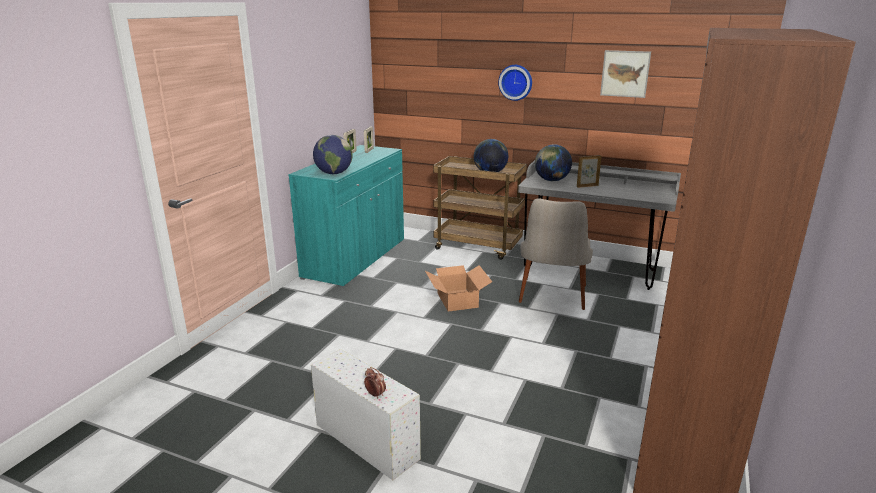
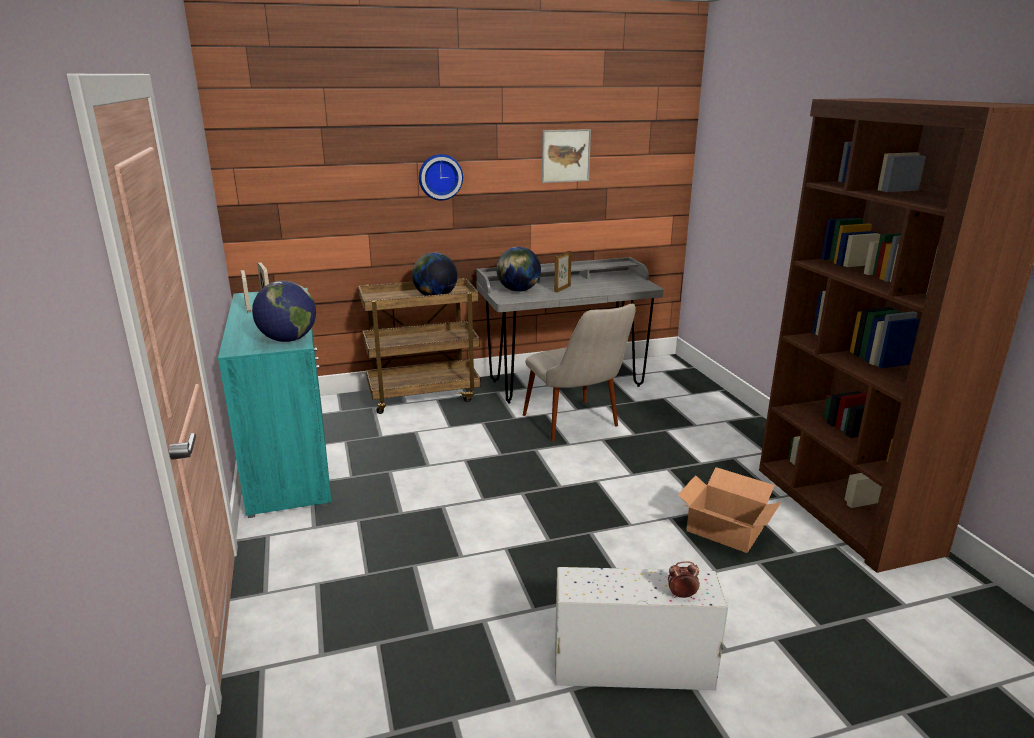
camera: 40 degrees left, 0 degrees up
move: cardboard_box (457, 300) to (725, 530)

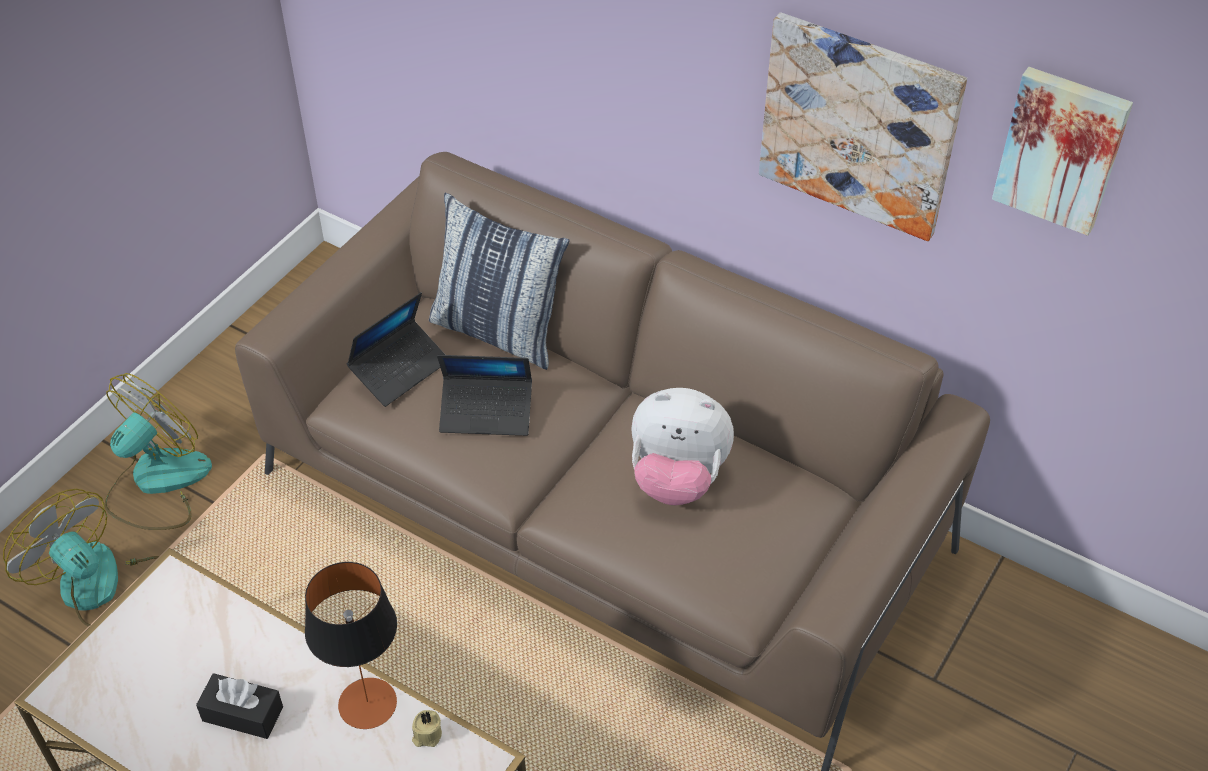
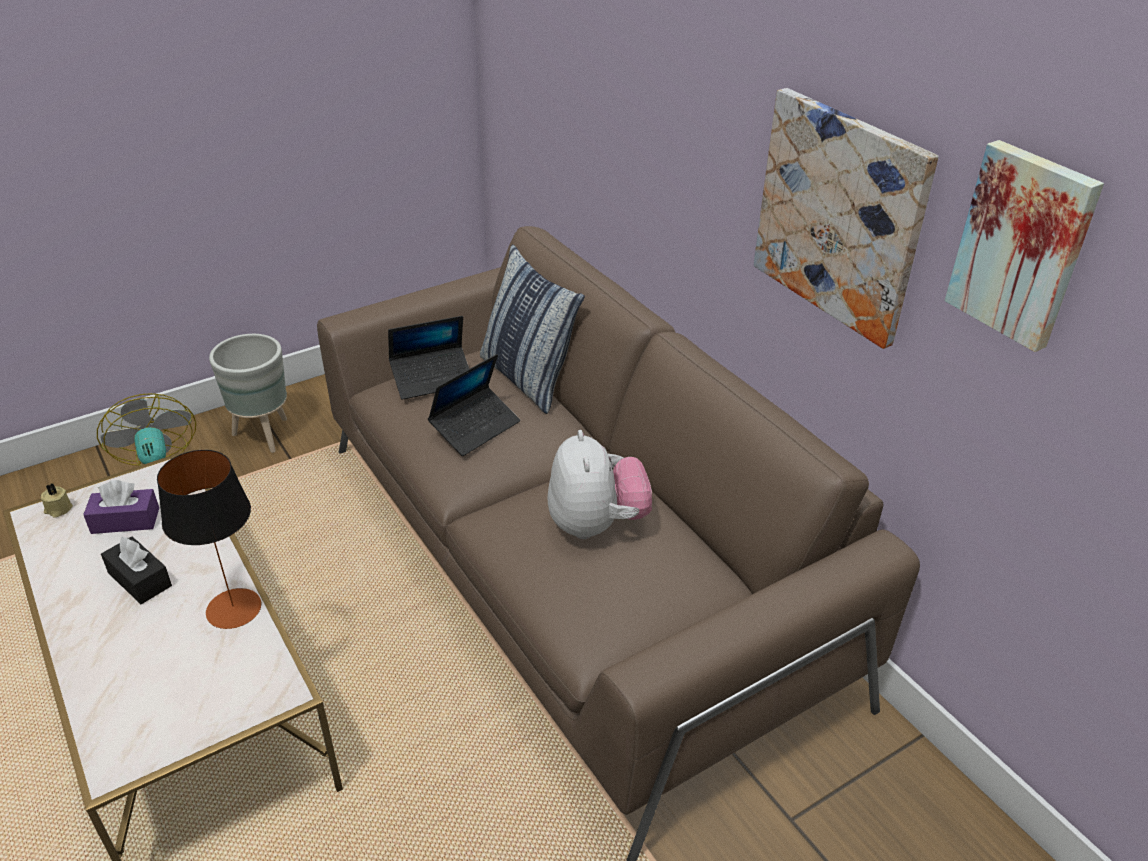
camera: 25 degrees right, 10 degrees down
insert: purple_tissue_box (125, 521)
move: beige_candle (427, 735) to (58, 509)
replace: fan (157, 483) to grey_planter (263, 434)
rotate: laptop (486, 413) = (475, 427) 75 degrees counterclockwise; plush_toy (677, 479) = (596, 524) 135 degrees counterclockwise

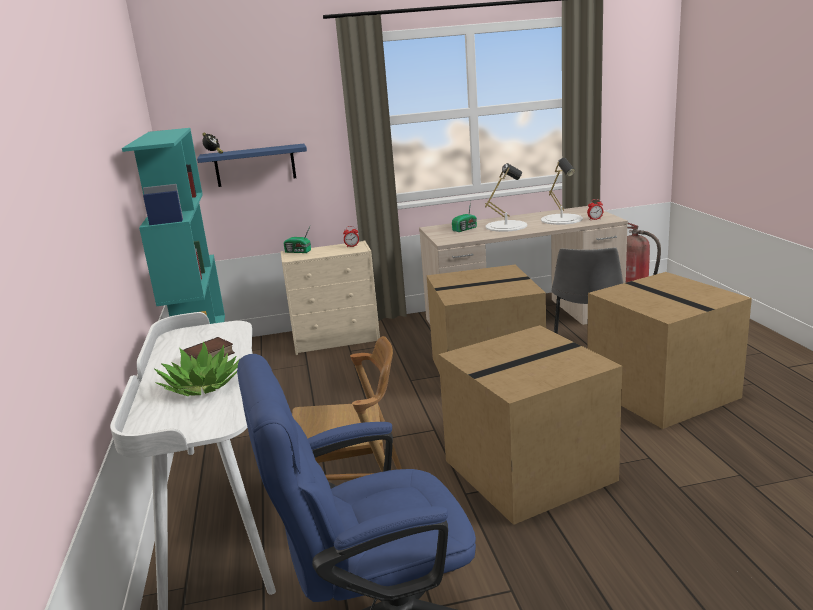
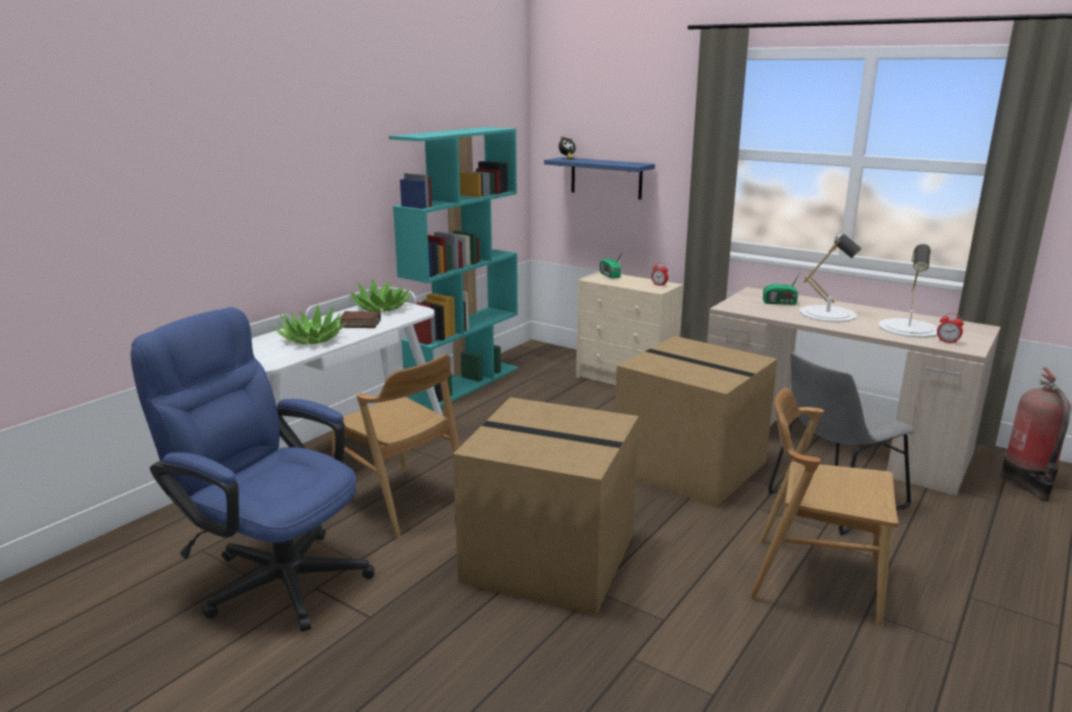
camera: 45 degrees right, 0 degrees up
insert: potted_plant (381, 308)
replace: cardboard_box (659, 391) to brown_chair (815, 579)

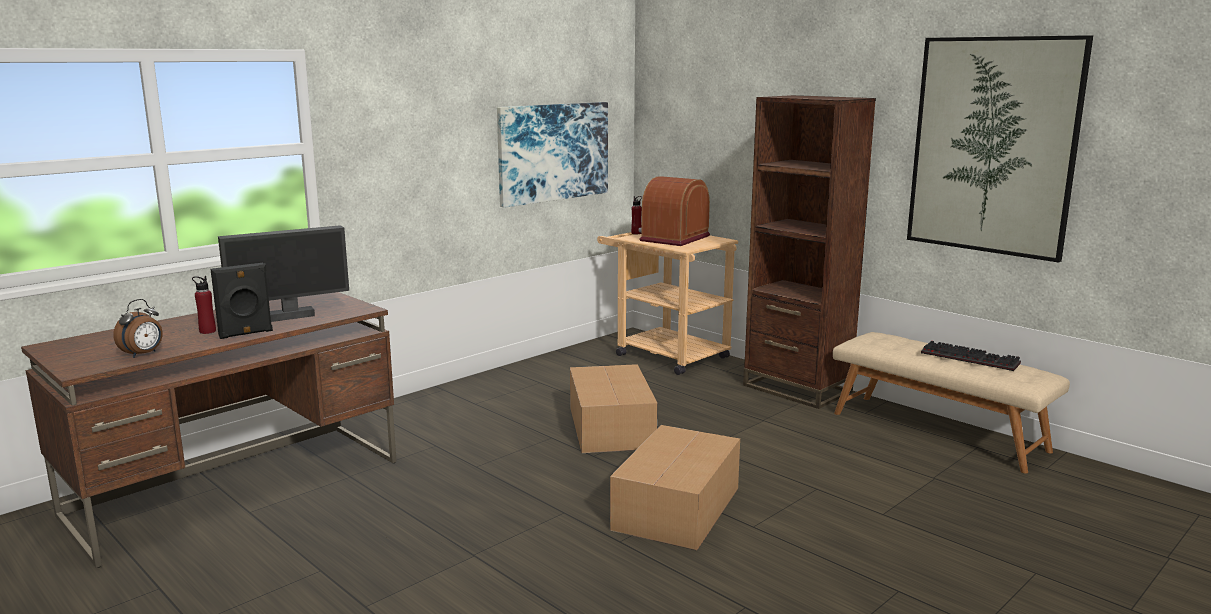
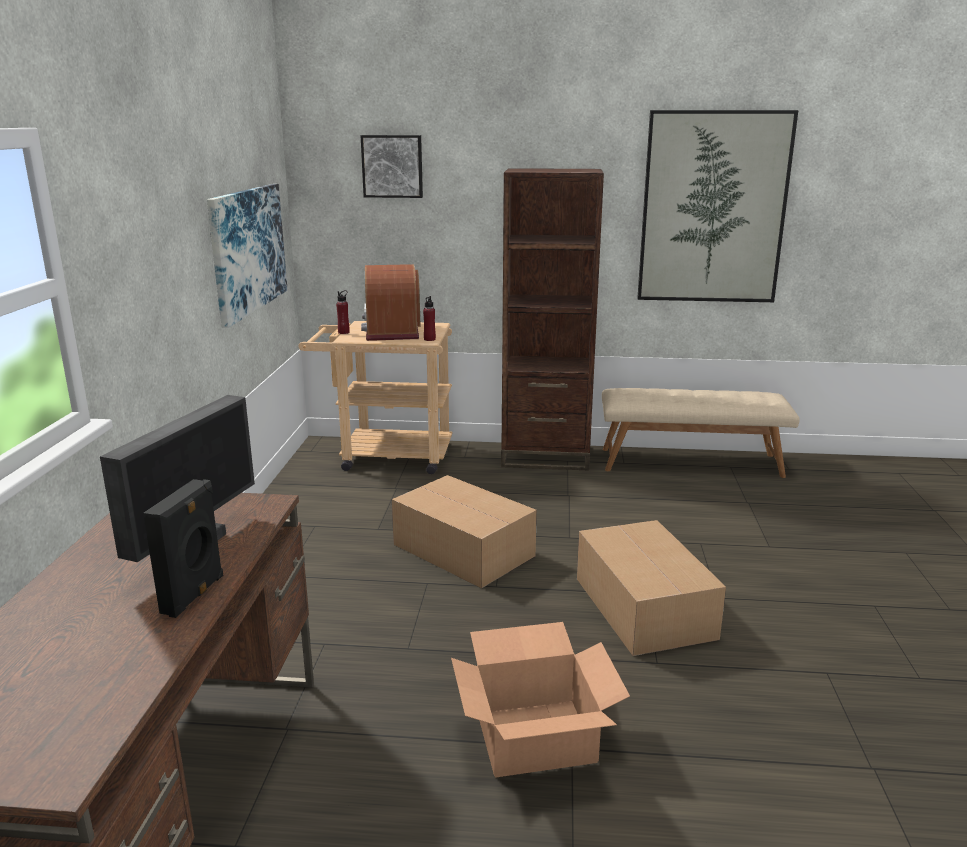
camera: 40 degrees left, 5 degrees up
delete: alarm_clock (143, 354); keyboard (971, 358)
insert: picture (392, 166); cardboard_box (534, 736)
move: red_bottle (207, 331) to (429, 339)

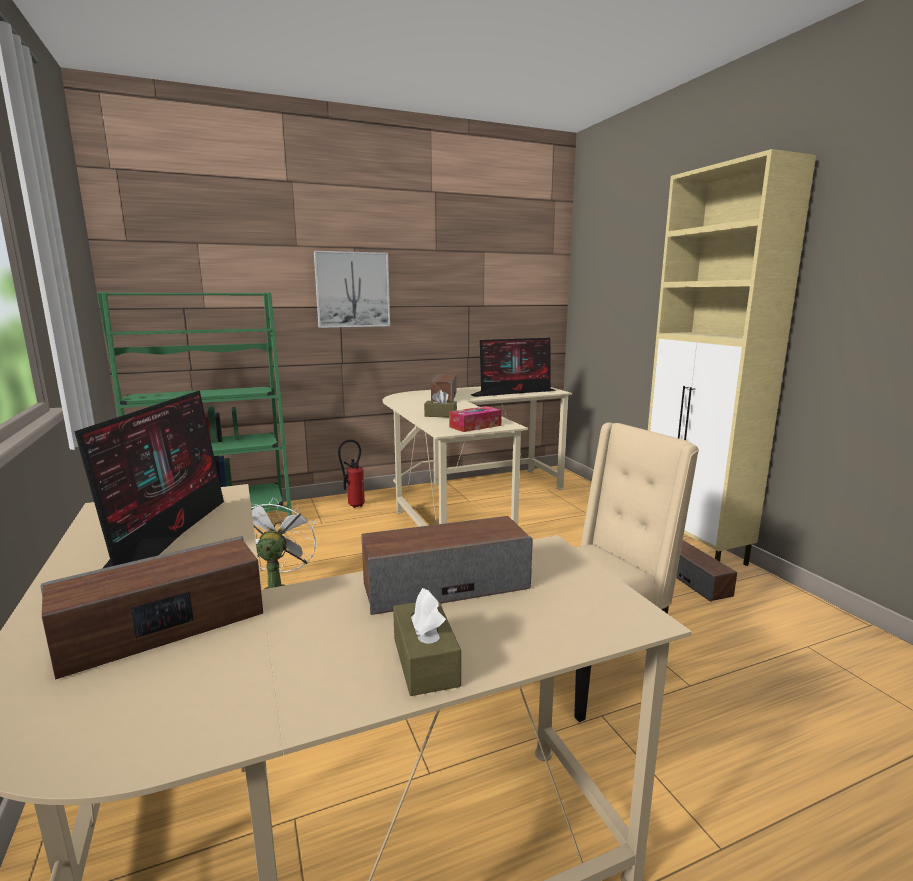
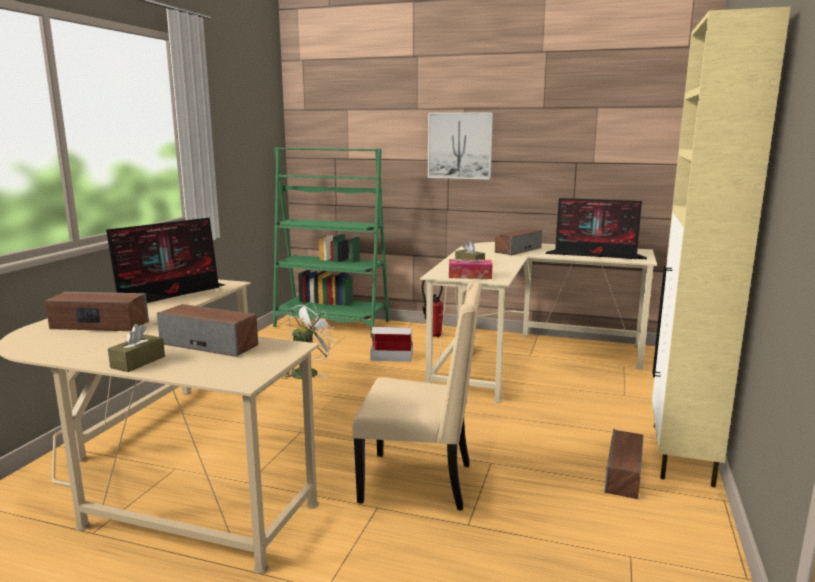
camera: 40 degrees right, 0 degrees up
insert: cardboard_box (392, 356)

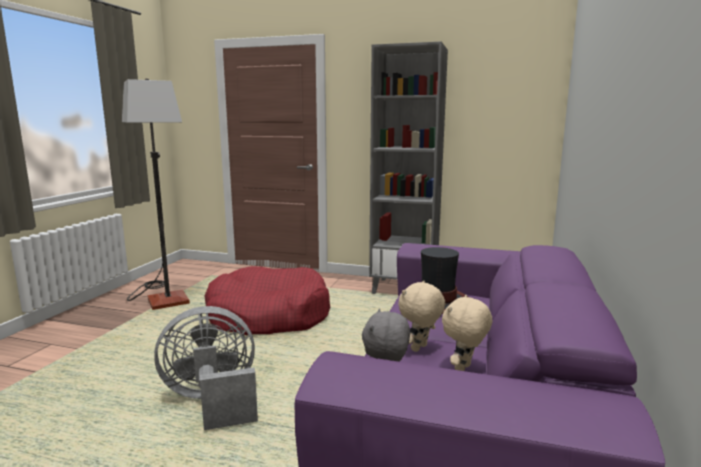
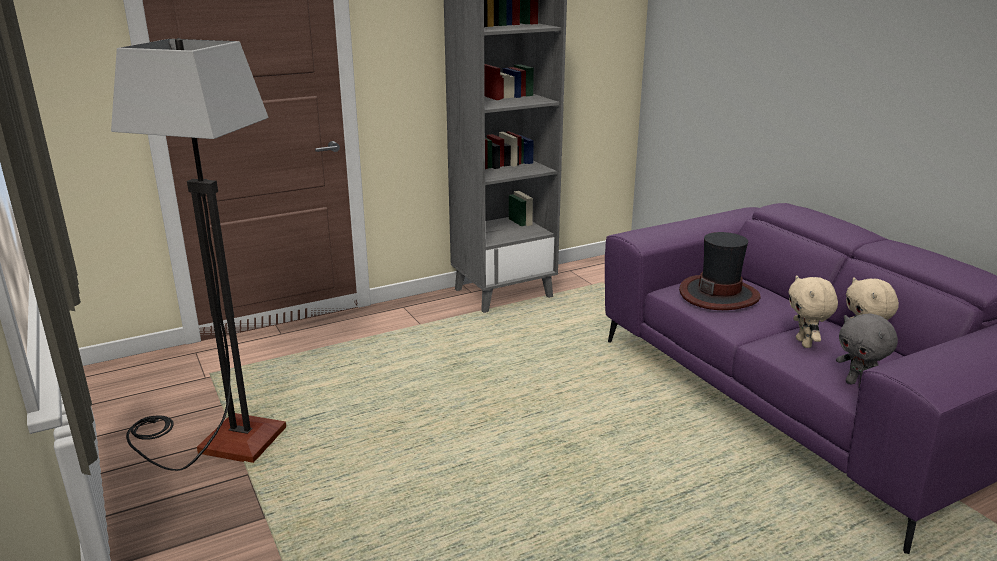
camera: 45 degrees left, 10 degrees up
delete: grey_fan (213, 401); red_dog_bed (268, 315)

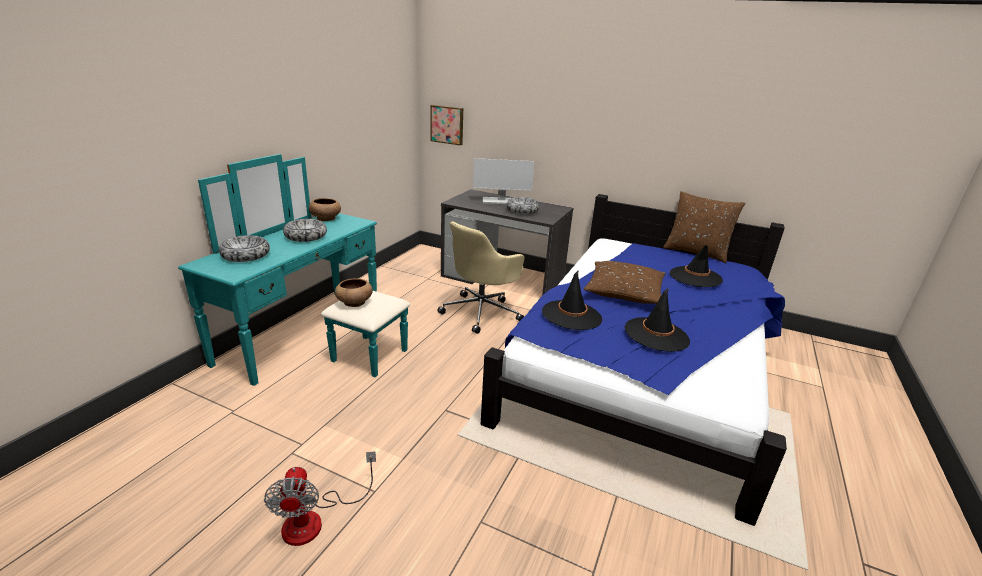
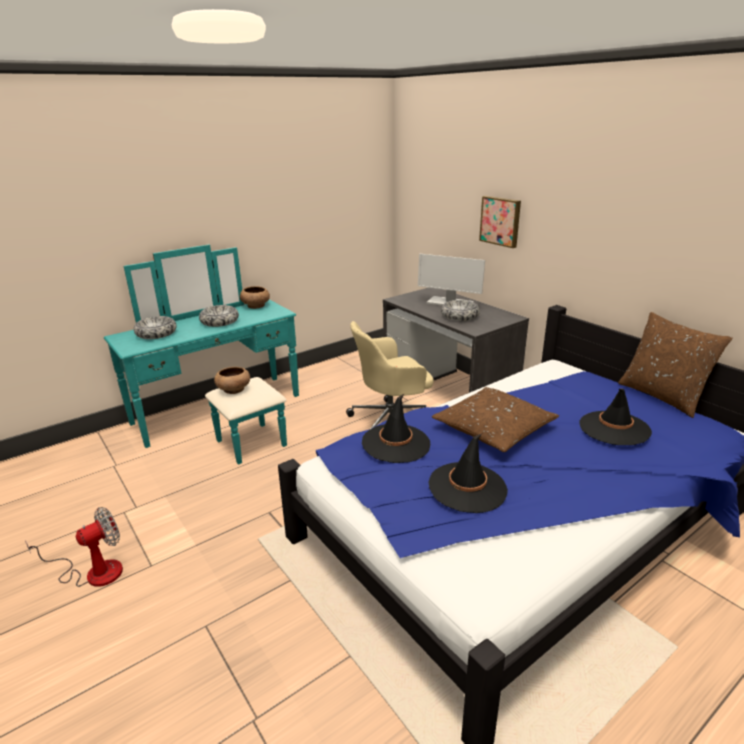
camera: 30 degrees right, 0 degrees up
move: picture (447, 124) to (501, 221)
rotate: fan (315, 519) = (93, 572) 150 degrees counterclockwise

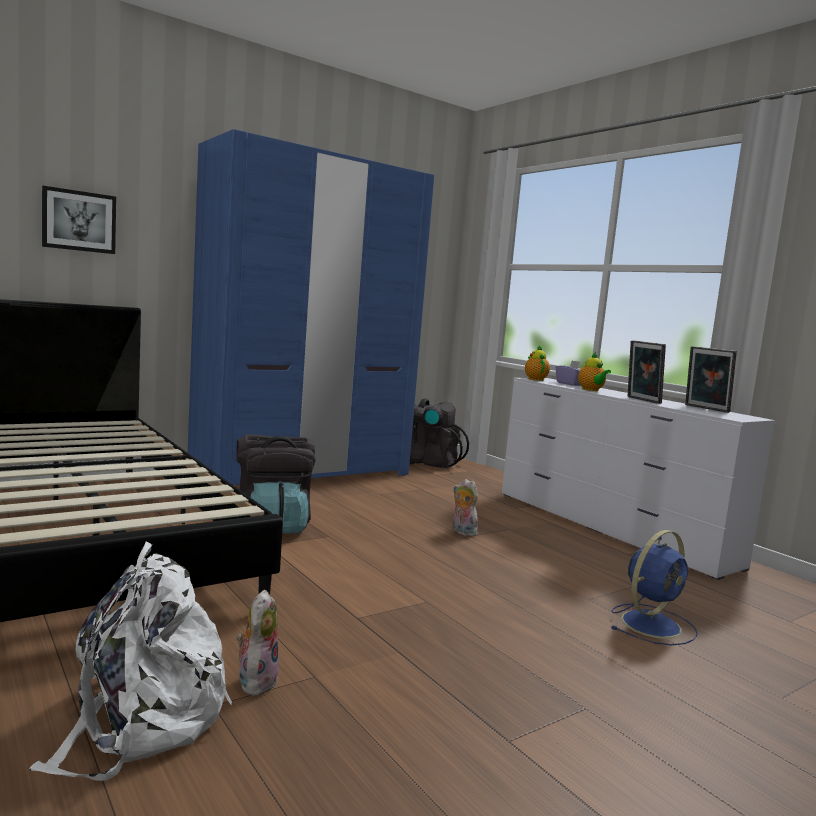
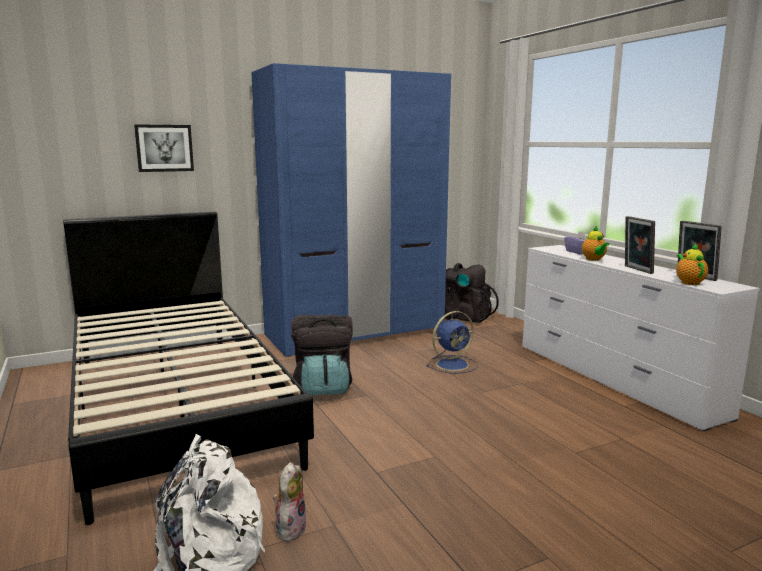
camera: 10 degrees right, 5 degrees up
delete: plush_toy (462, 532)
move: blue_fan (652, 624) to (453, 364); teapot (535, 379) to (689, 282)

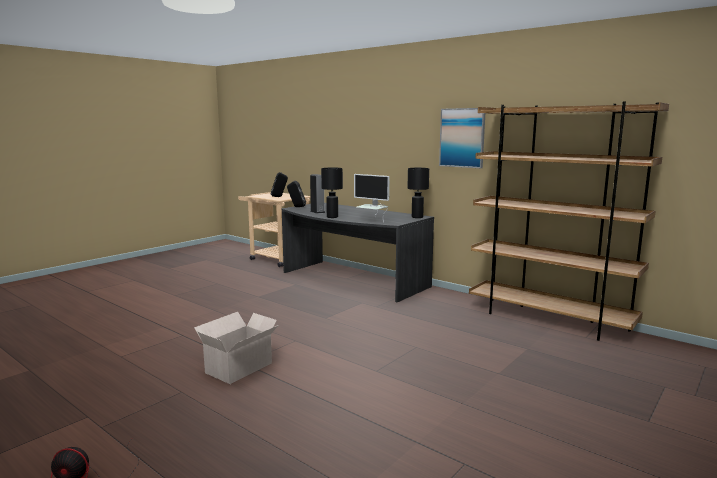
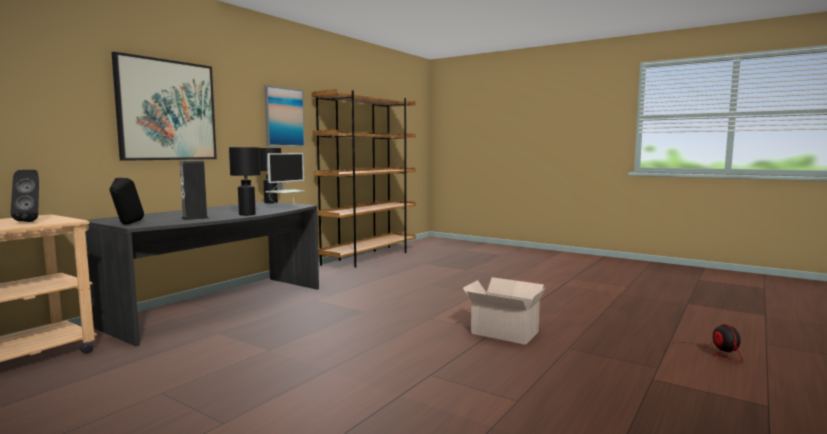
camera: 95 degrees left, 5 degrees down
insert: picture (167, 110)

